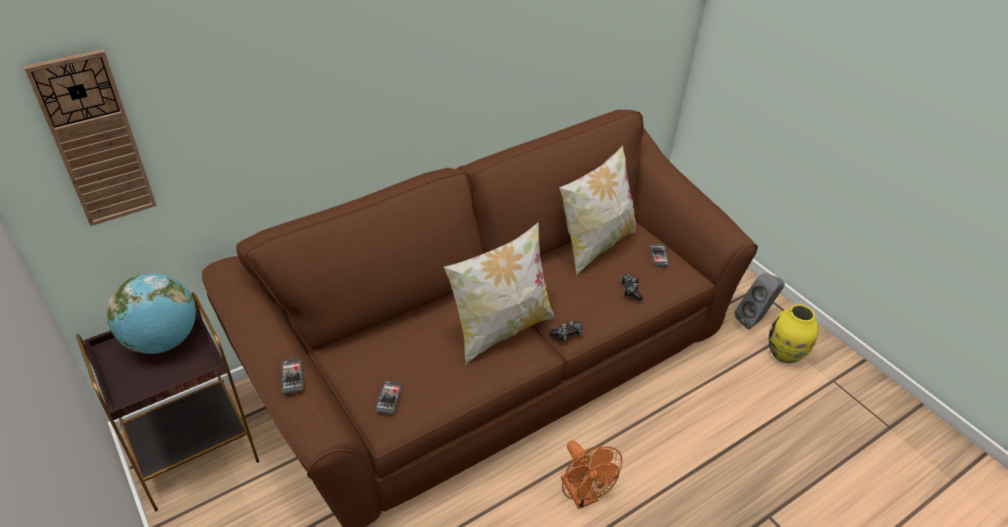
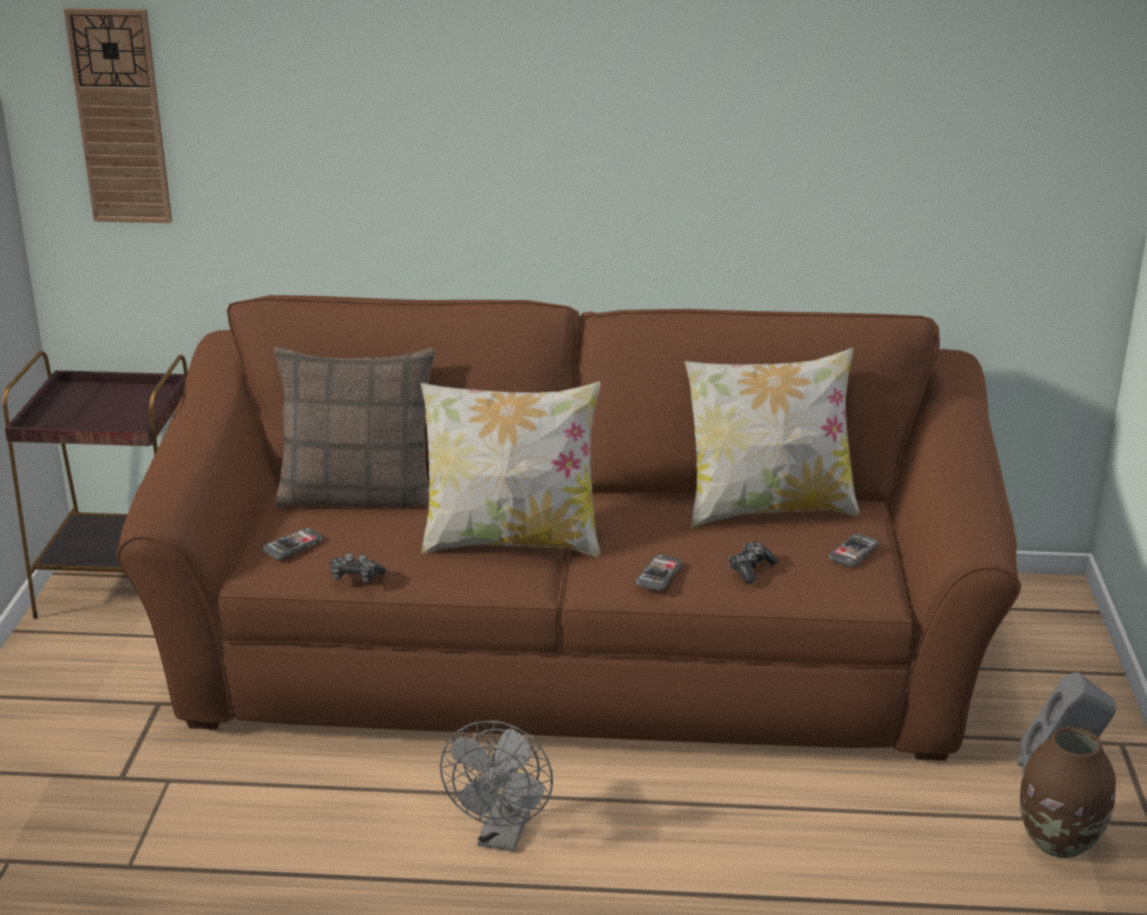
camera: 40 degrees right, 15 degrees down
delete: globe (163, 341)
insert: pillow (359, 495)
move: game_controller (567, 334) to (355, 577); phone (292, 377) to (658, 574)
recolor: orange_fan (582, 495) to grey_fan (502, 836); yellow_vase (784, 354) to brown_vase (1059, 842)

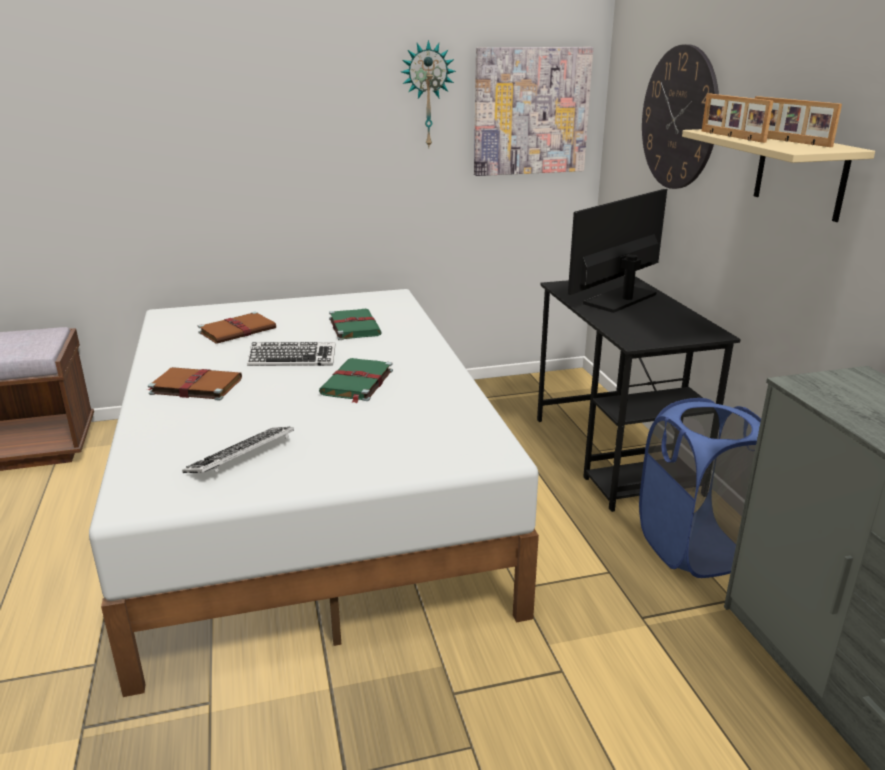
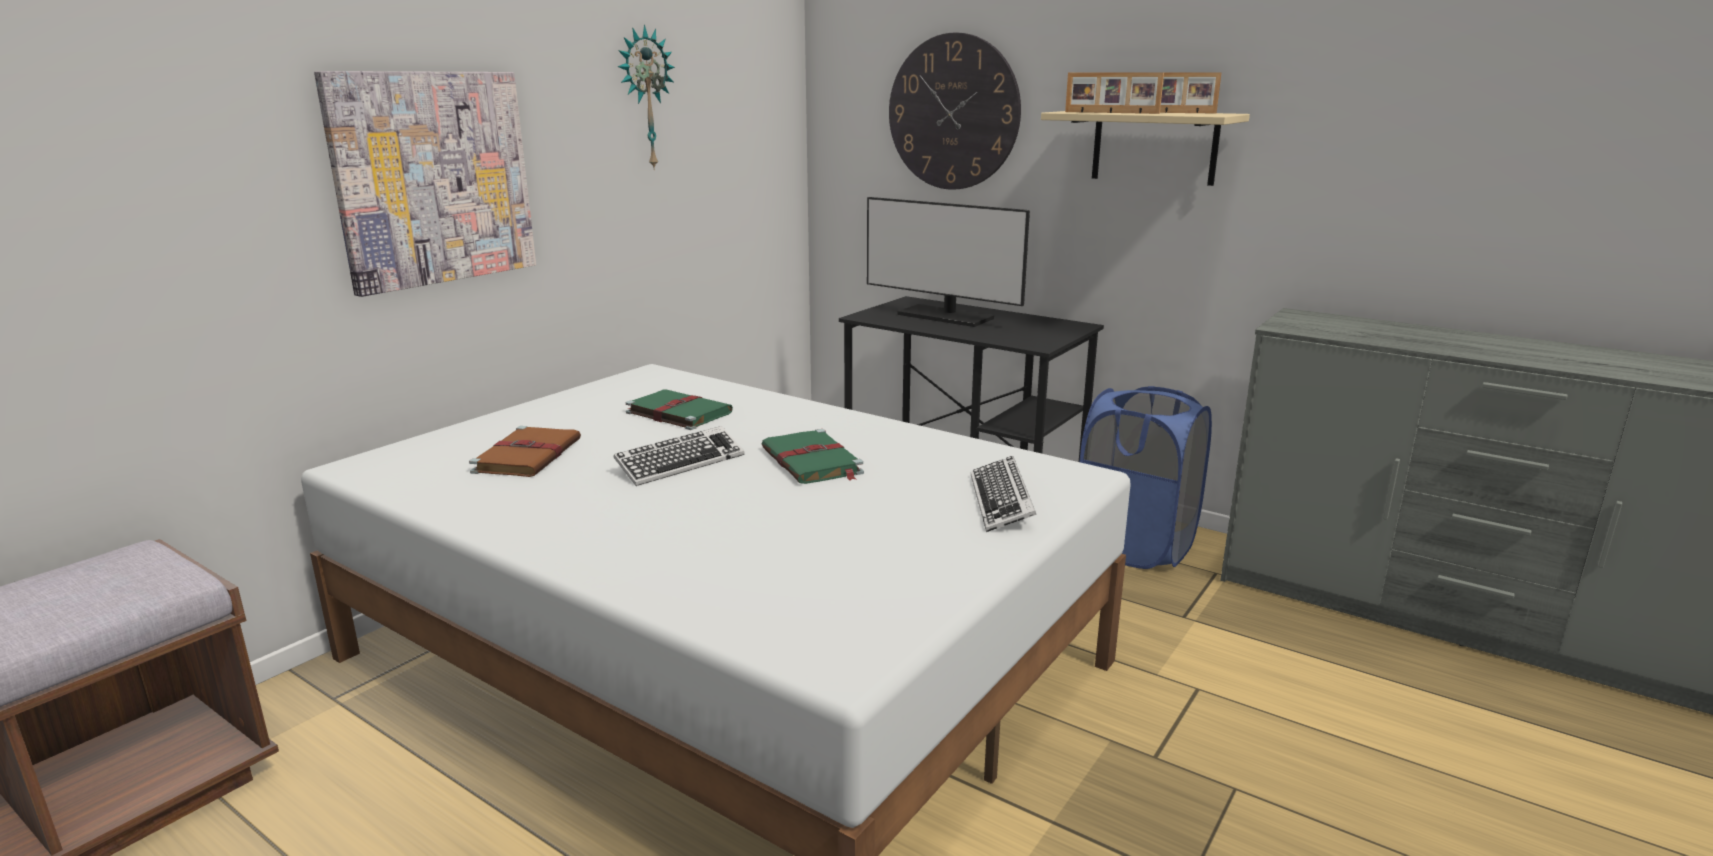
camera: 40 degrees left, 5 degrees down
delete: brown_book (194, 386)
move: picture (531, 111) to (433, 178); keyboard (241, 457) to (1001, 502)
rotate: monitor (620, 299) = (945, 316) 60 degrees counterclockwise

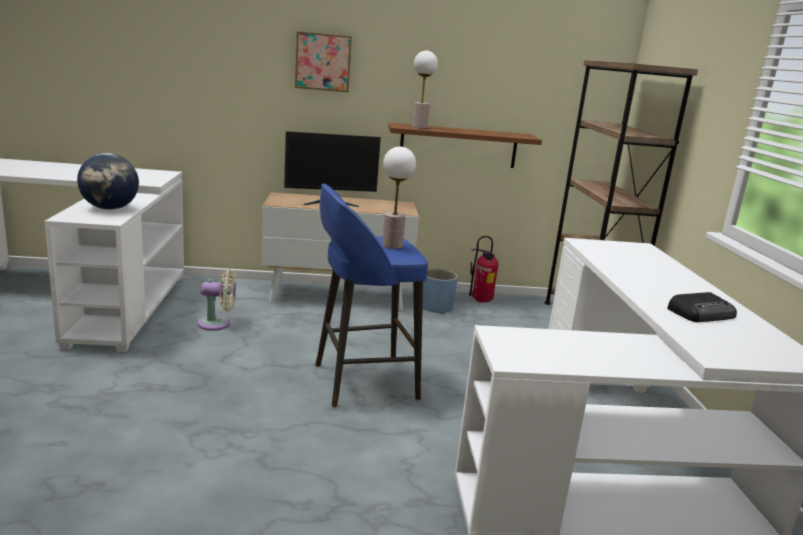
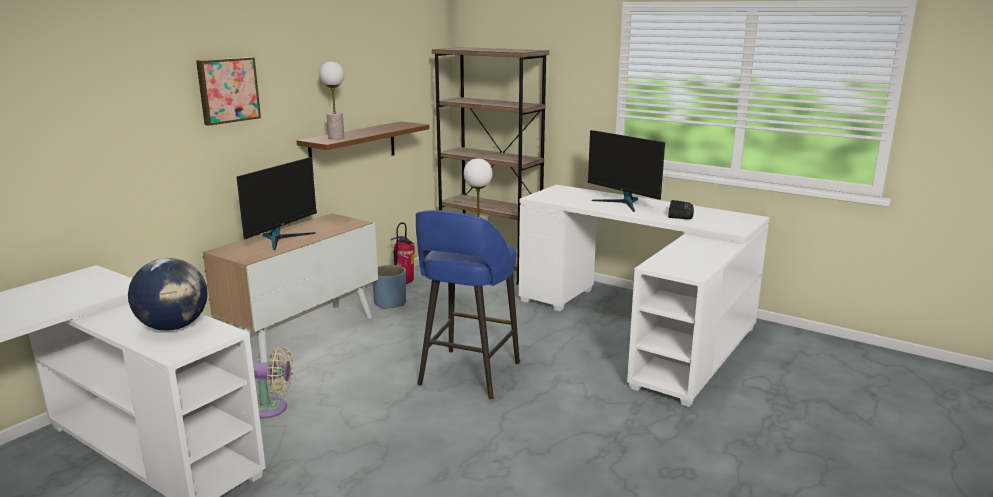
camera: 50 degrees left, 0 degrees up
insert: monitor (623, 203)
rotate: beige_fan (217, 324) = (272, 408) 60 degrees clockwise

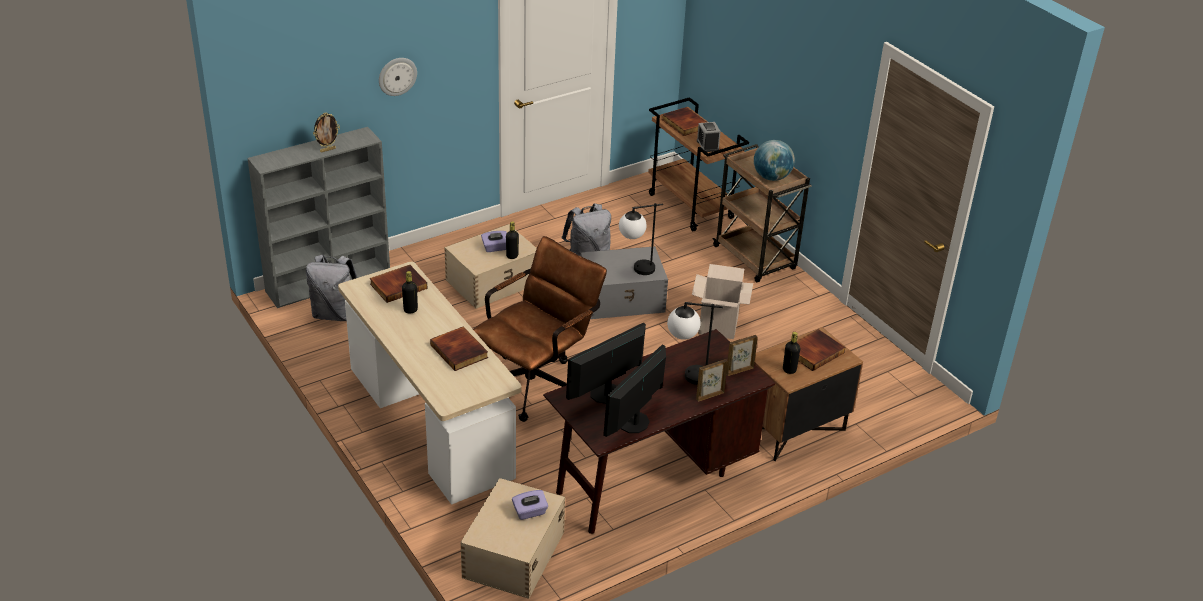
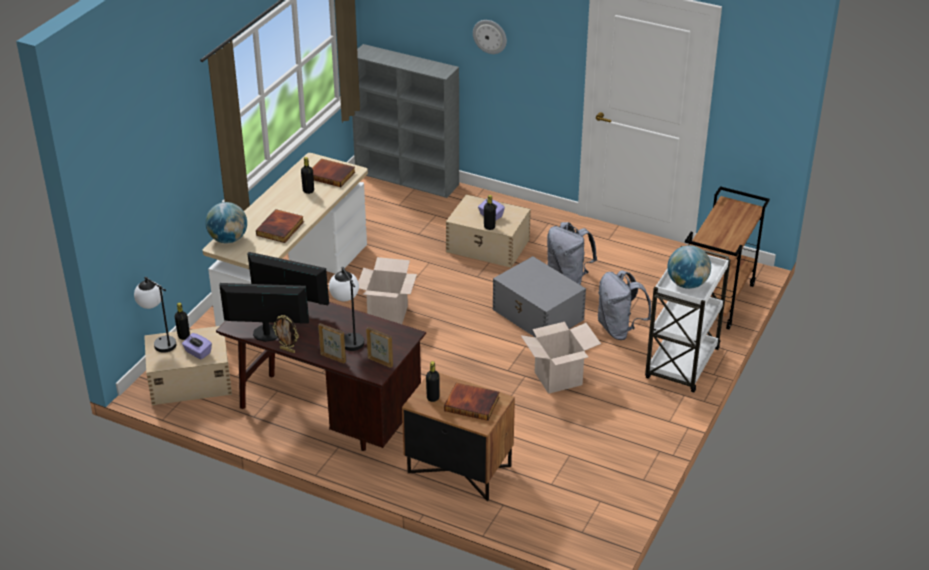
camera: 60 degrees right, 0 degrees up
delete: book (683, 124); alarm_clock (707, 145)
insert: black_bottle (184, 336); globe (228, 239)
move: table_lamp (635, 270) to (159, 341); picture_frame (327, 150) to (288, 350); grey_backpack (334, 314) to (619, 329)
replace: brown_office_chair (537, 382) to cardboard_box (388, 315)
recolor: brown_cart (755, 259) to white_cart (682, 365)

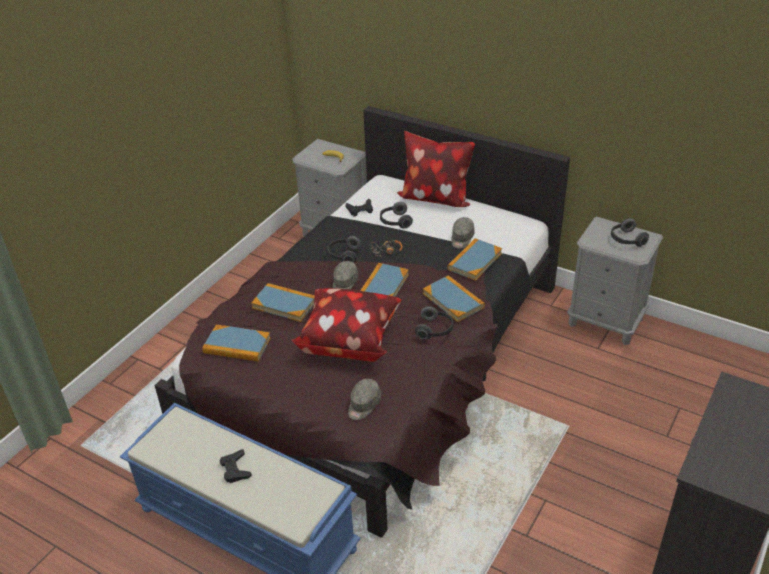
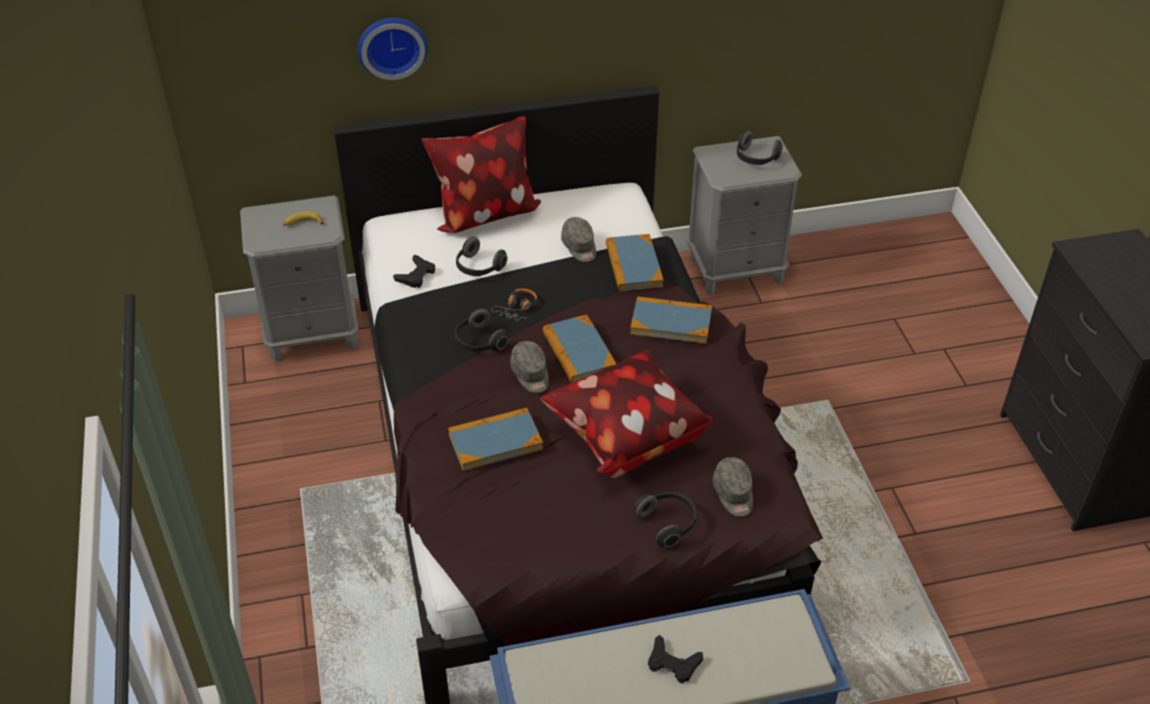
camera: 45 degrees left, 5 degrees up
delete: book (237, 345)
insert: wall_clock (391, 45)
move: headphones (435, 330) to (668, 524)

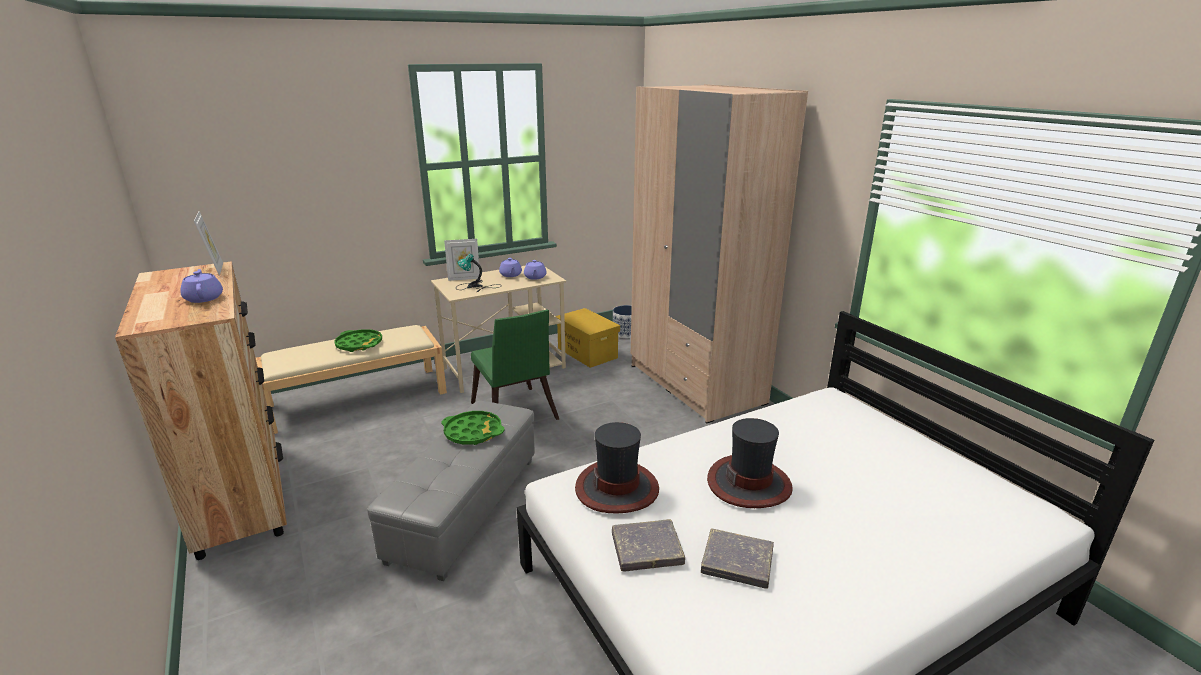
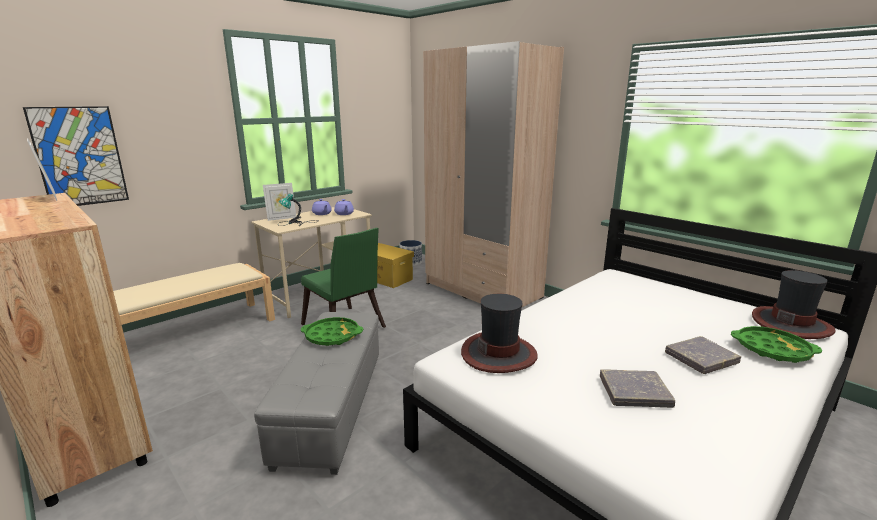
camera: 15 degrees left, 5 degrees down
delete: purple_teapot (204, 298)
insert: picture (79, 156)
move: grey_book (647, 549) to (701, 358); green_tray (359, 344) to (772, 349); hat (749, 483) to (791, 324)

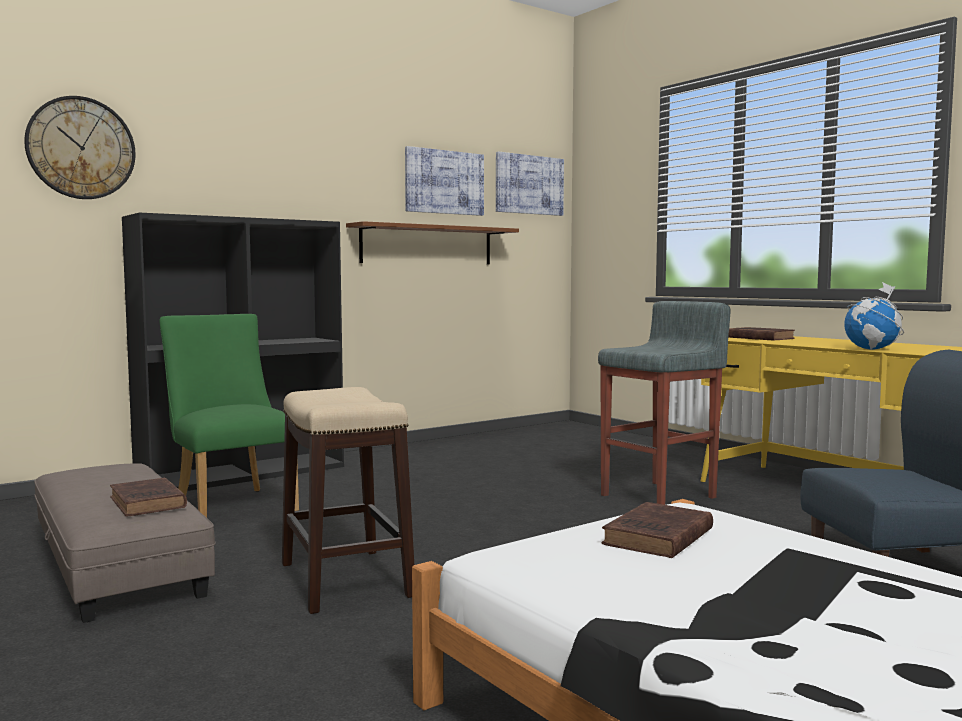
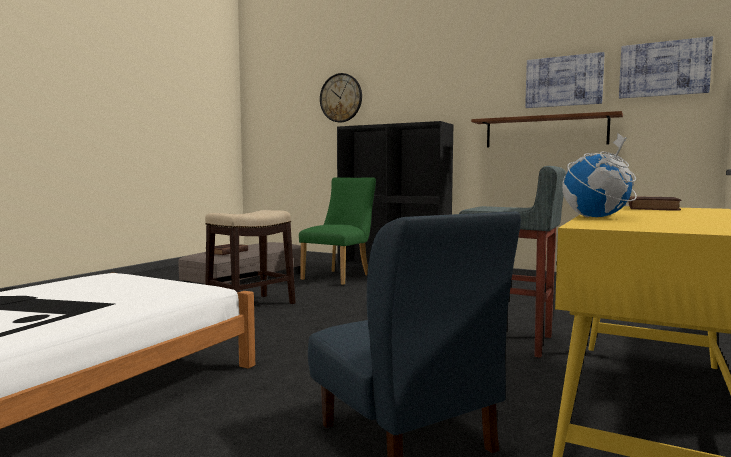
camera: 65 degrees right, 0 degrees up
delete: brown_book (657, 538)

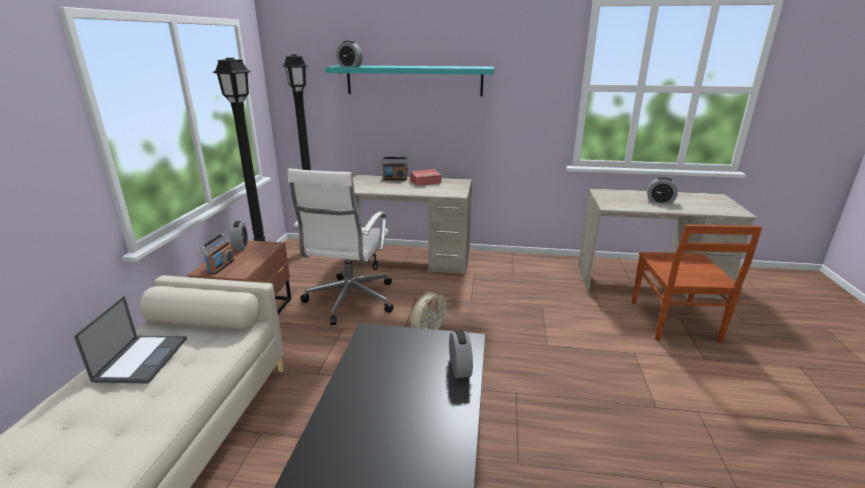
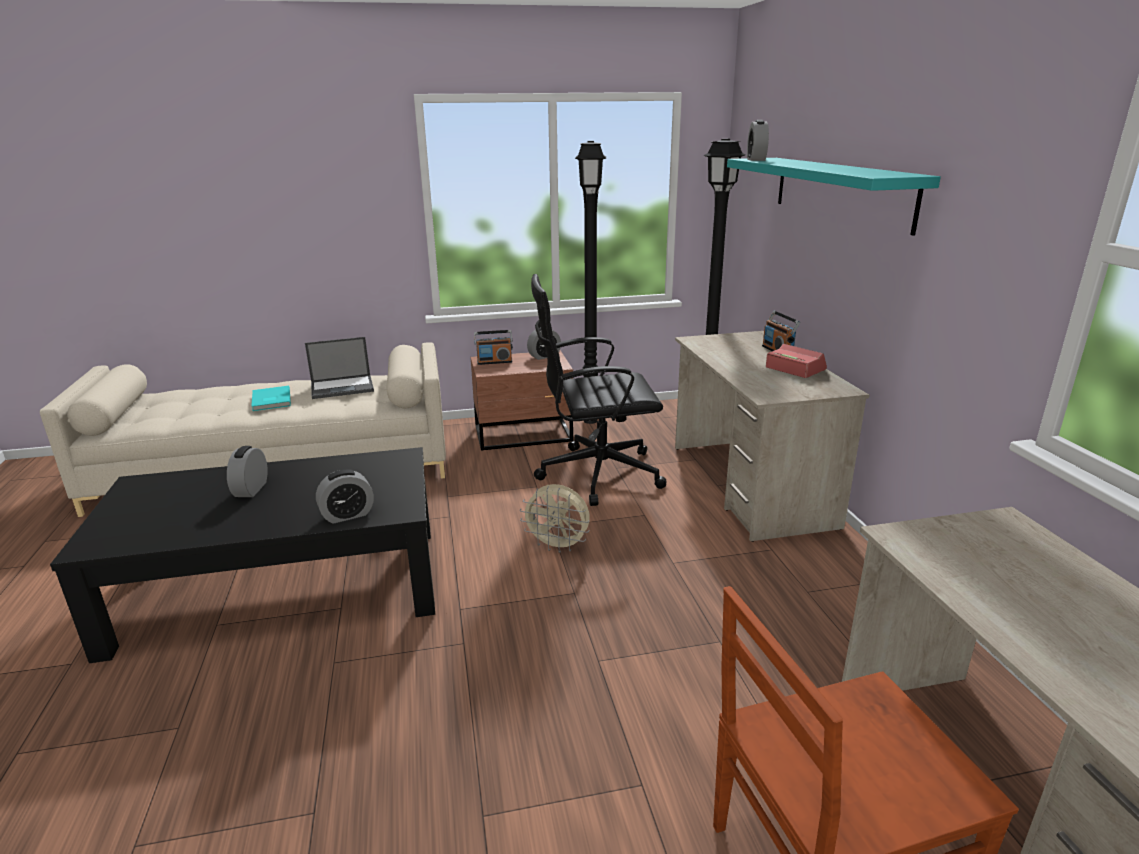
camera: 70 degrees right, 0 degrees up
insert: turquoise_book (270, 400)
move: alarm_clock (660, 201) to (251, 489)
recolor: white_office_chair (349, 301) to black_office_chair (596, 474)

